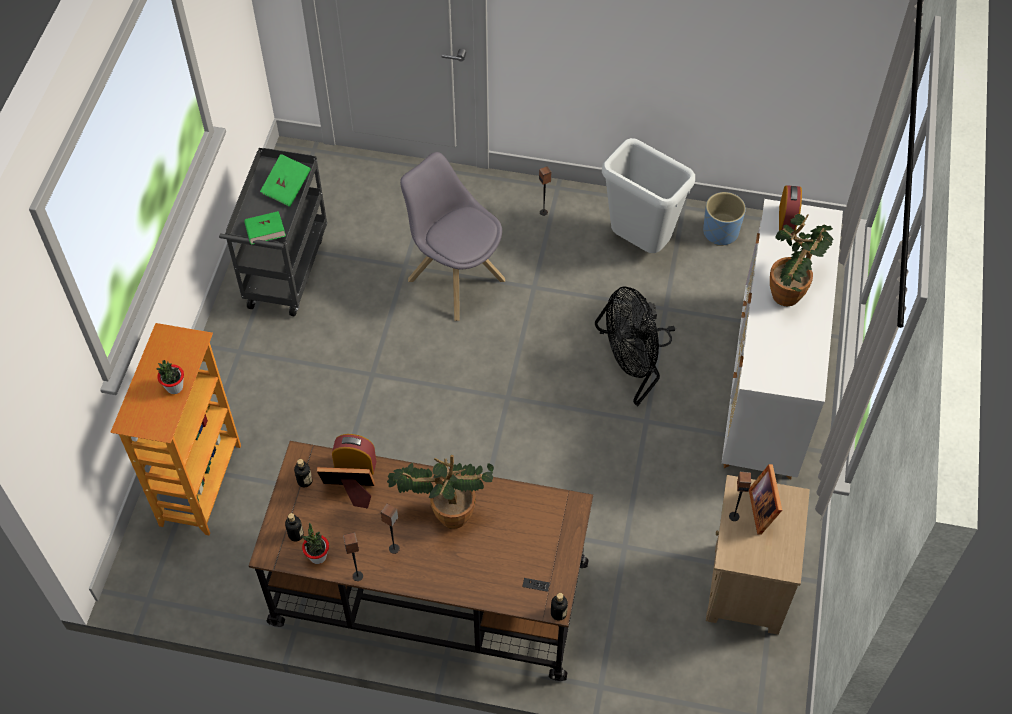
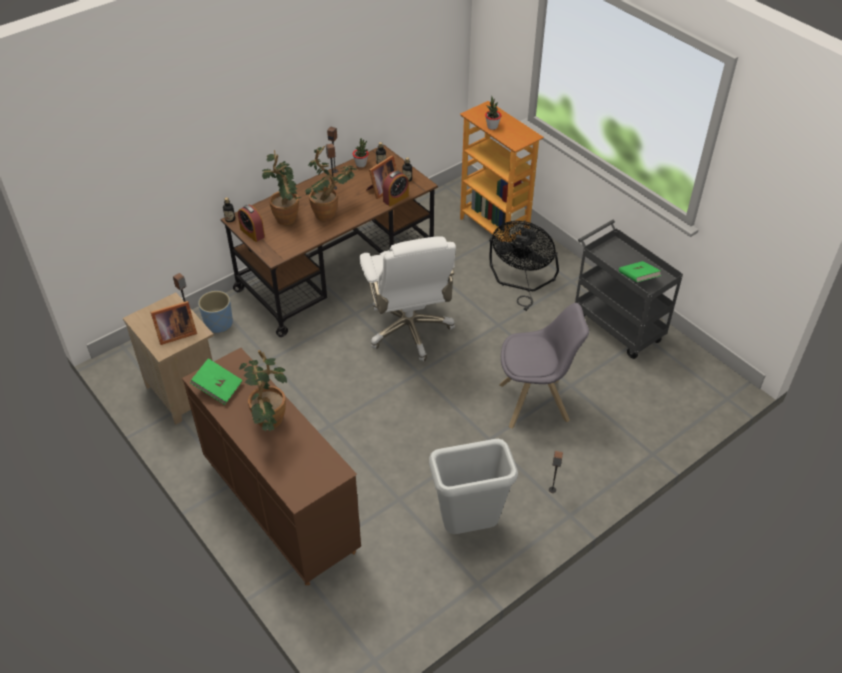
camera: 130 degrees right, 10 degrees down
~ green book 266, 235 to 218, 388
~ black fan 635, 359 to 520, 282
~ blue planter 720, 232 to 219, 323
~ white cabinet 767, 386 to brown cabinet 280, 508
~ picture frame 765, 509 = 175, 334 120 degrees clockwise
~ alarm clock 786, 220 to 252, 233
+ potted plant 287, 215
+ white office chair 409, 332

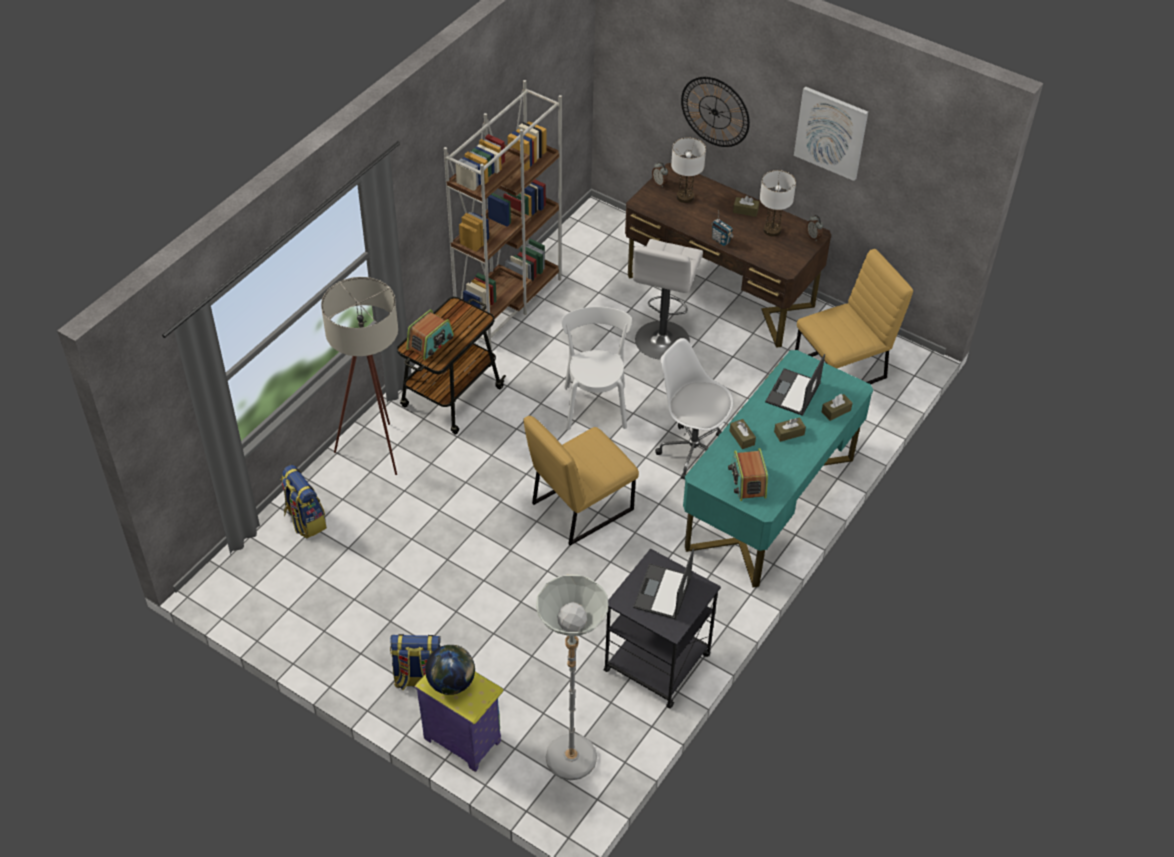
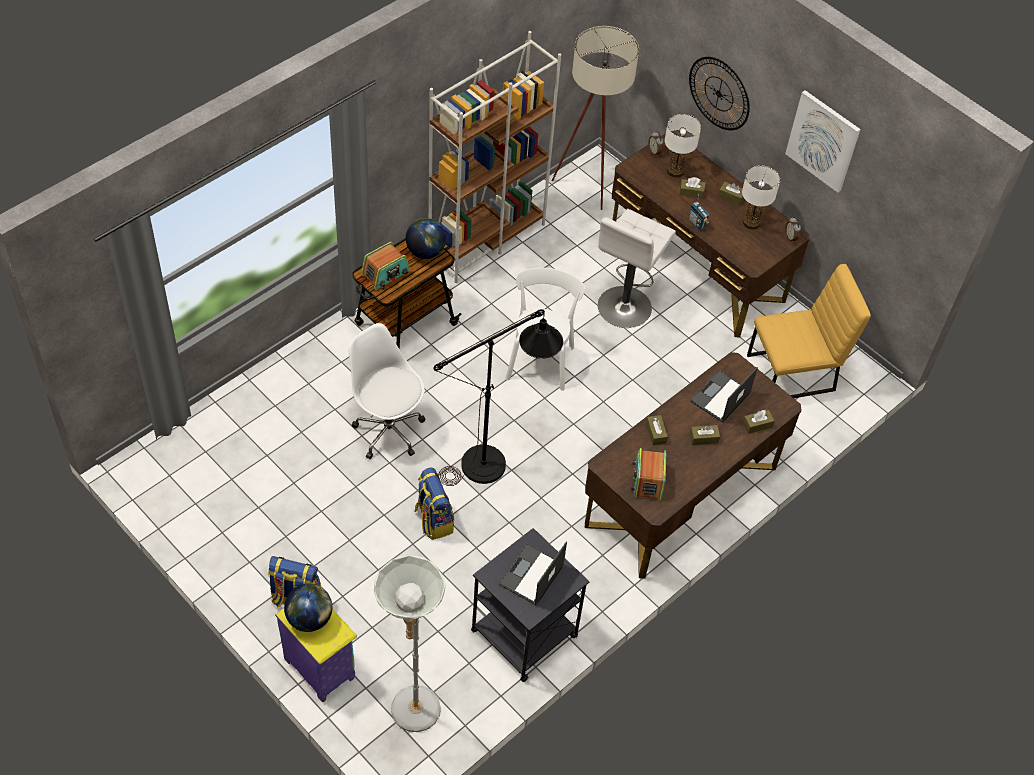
camera: 10 degrees right, 5 degrees up
~ backpack 304, 520 to 433, 520
~ beige floor lamp 377, 455 to 588, 191
~ yellow chair 579, 507 to black floor lamp 495, 461
~ white office chair 691, 451 to 387, 431
~ turquoise desk 770, 502 to brown desk 681, 495
+ globe 425, 252
+ brown tissue box 691, 192

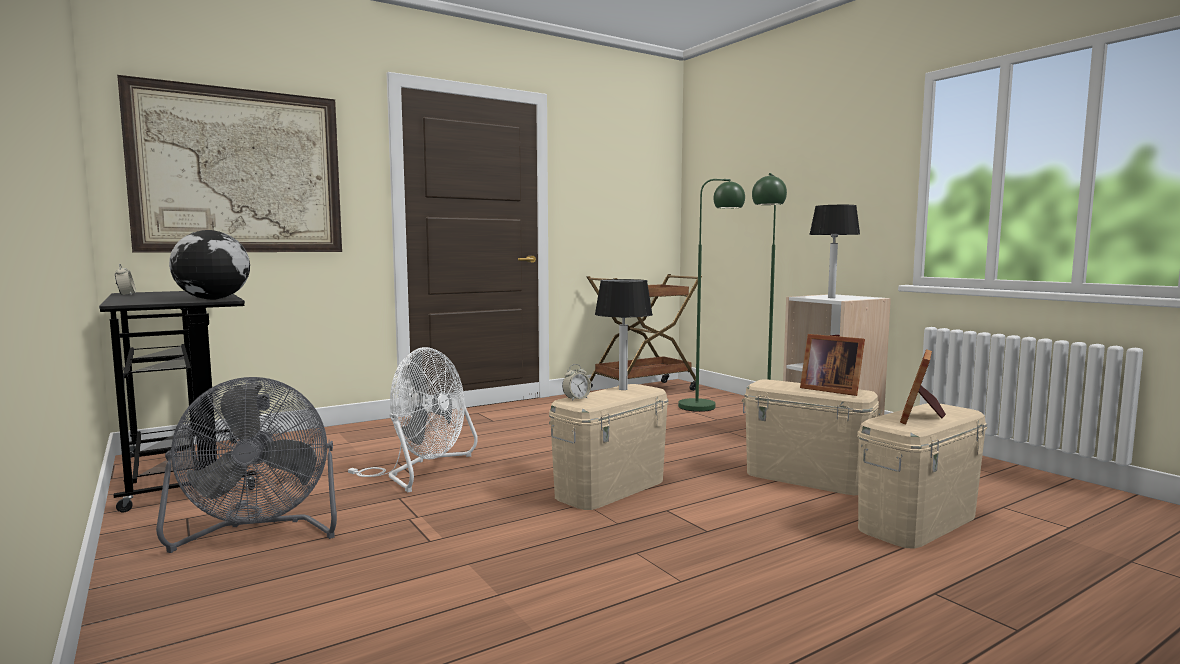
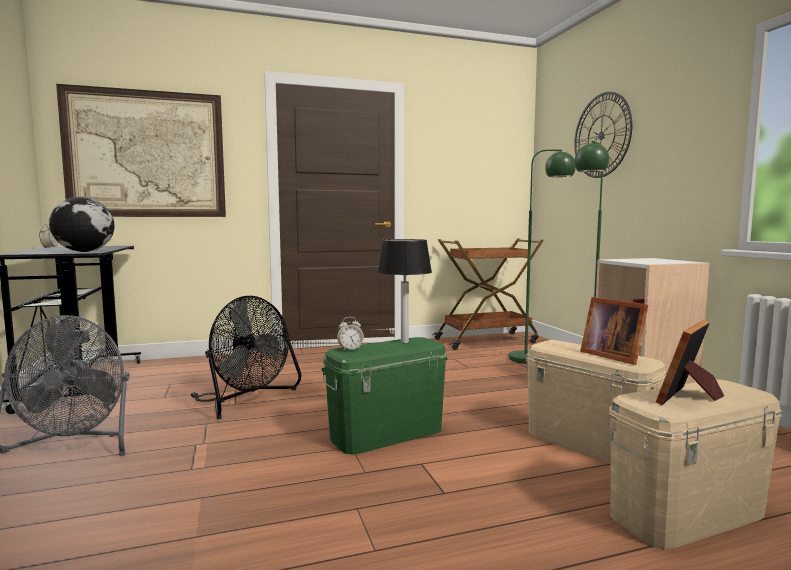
camera: 15 degrees right, 0 degrees up
~ white fan 418, 471 to black fan 243, 400
~ beige storage box 610, 488 to green storage box 386, 433
- table lamp 831, 297
+ wall clock 601, 135

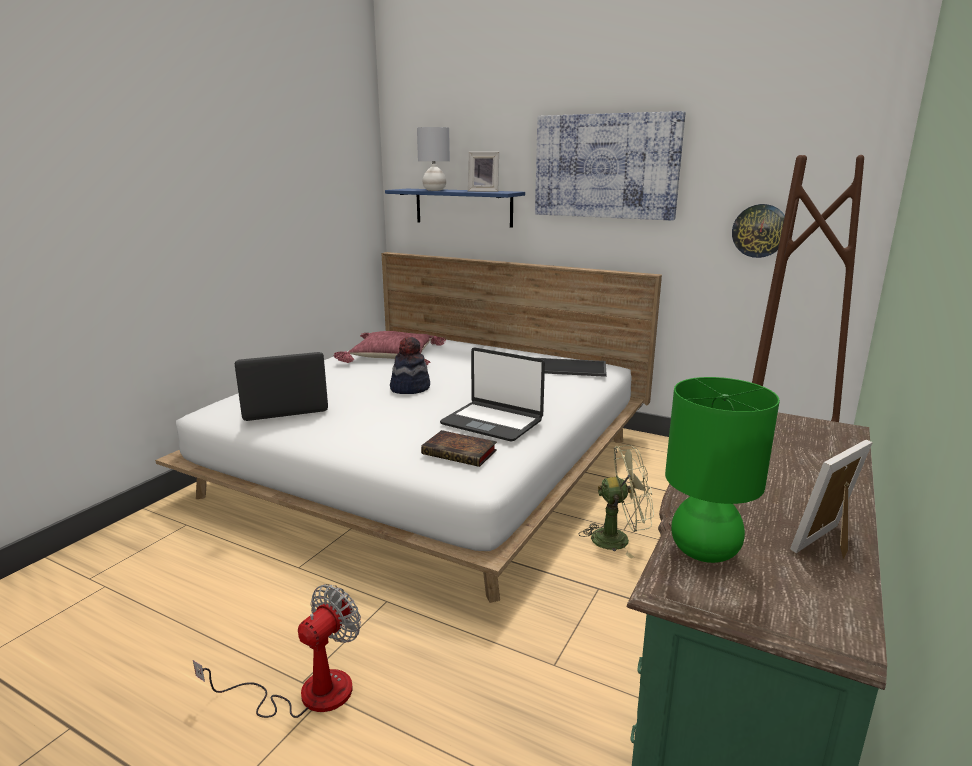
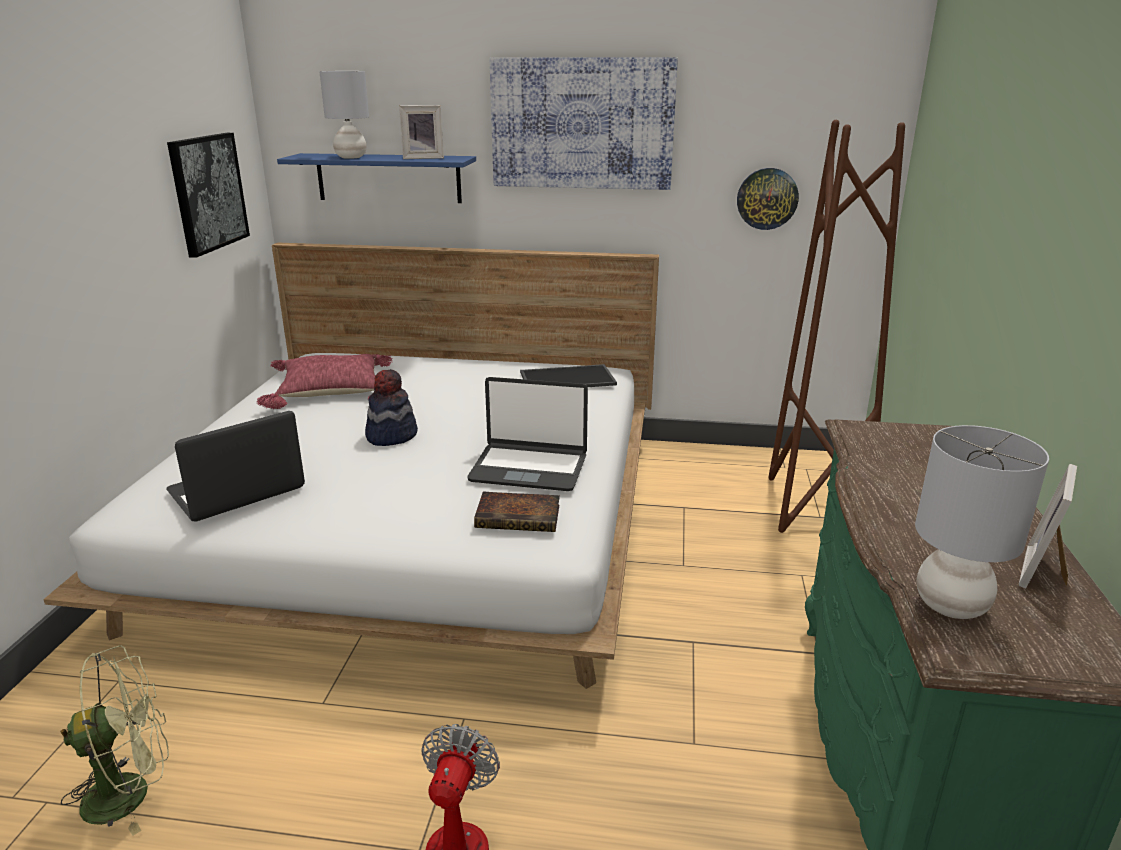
camera: 20 degrees left, 5 degrees up
~ green fan 618, 538 to 131, 792
~ green table lamp 703, 550 to grey table lamp 949, 605
+ picture 208, 193

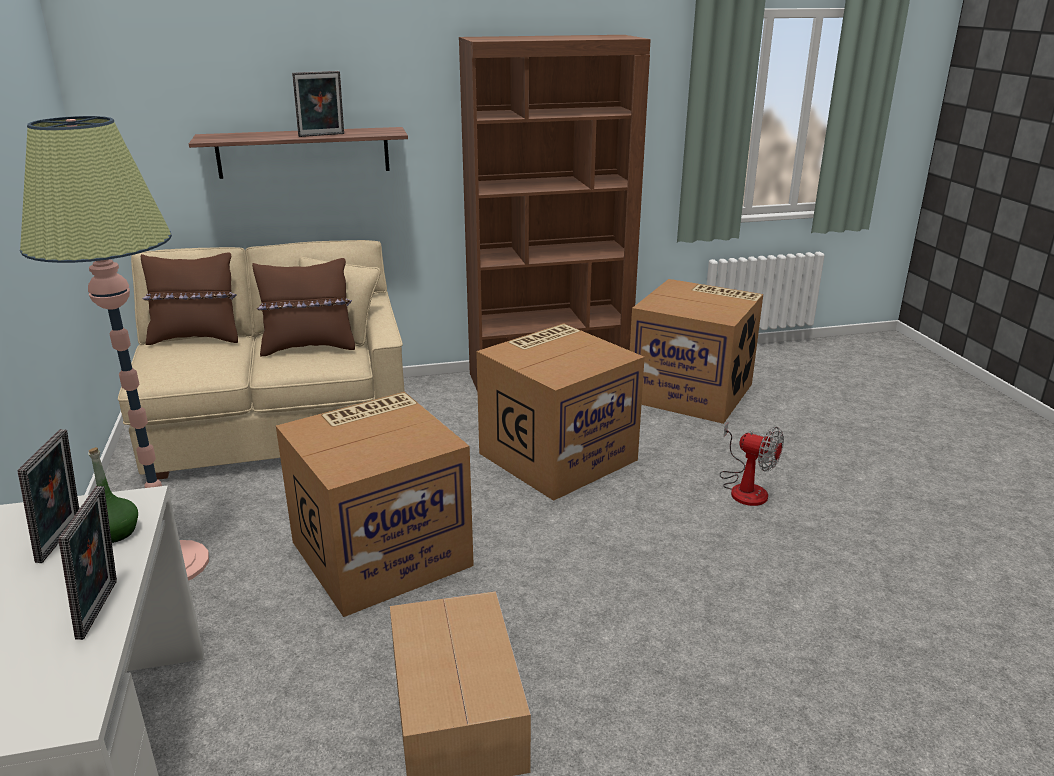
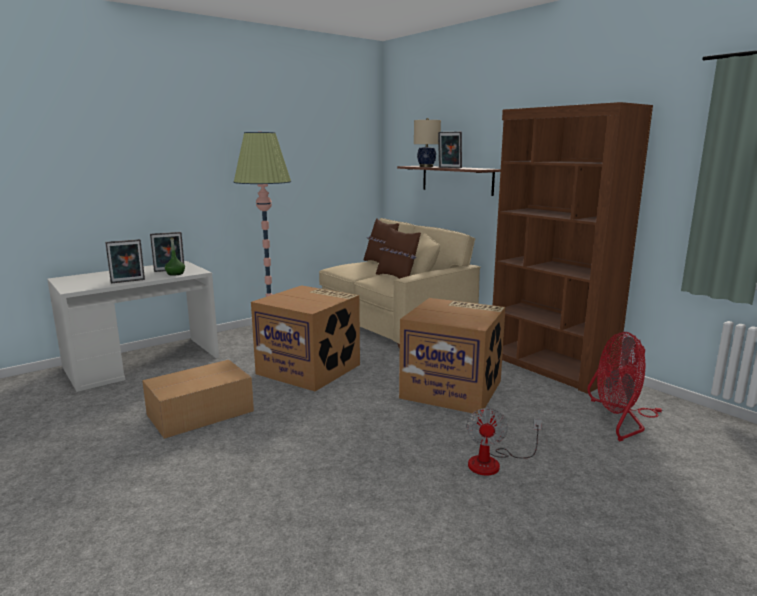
camera: 65 degrees right, 10 degrees down
~ cardboard box 692, 392 to red fan 621, 418
+ beige table lamp 426, 166

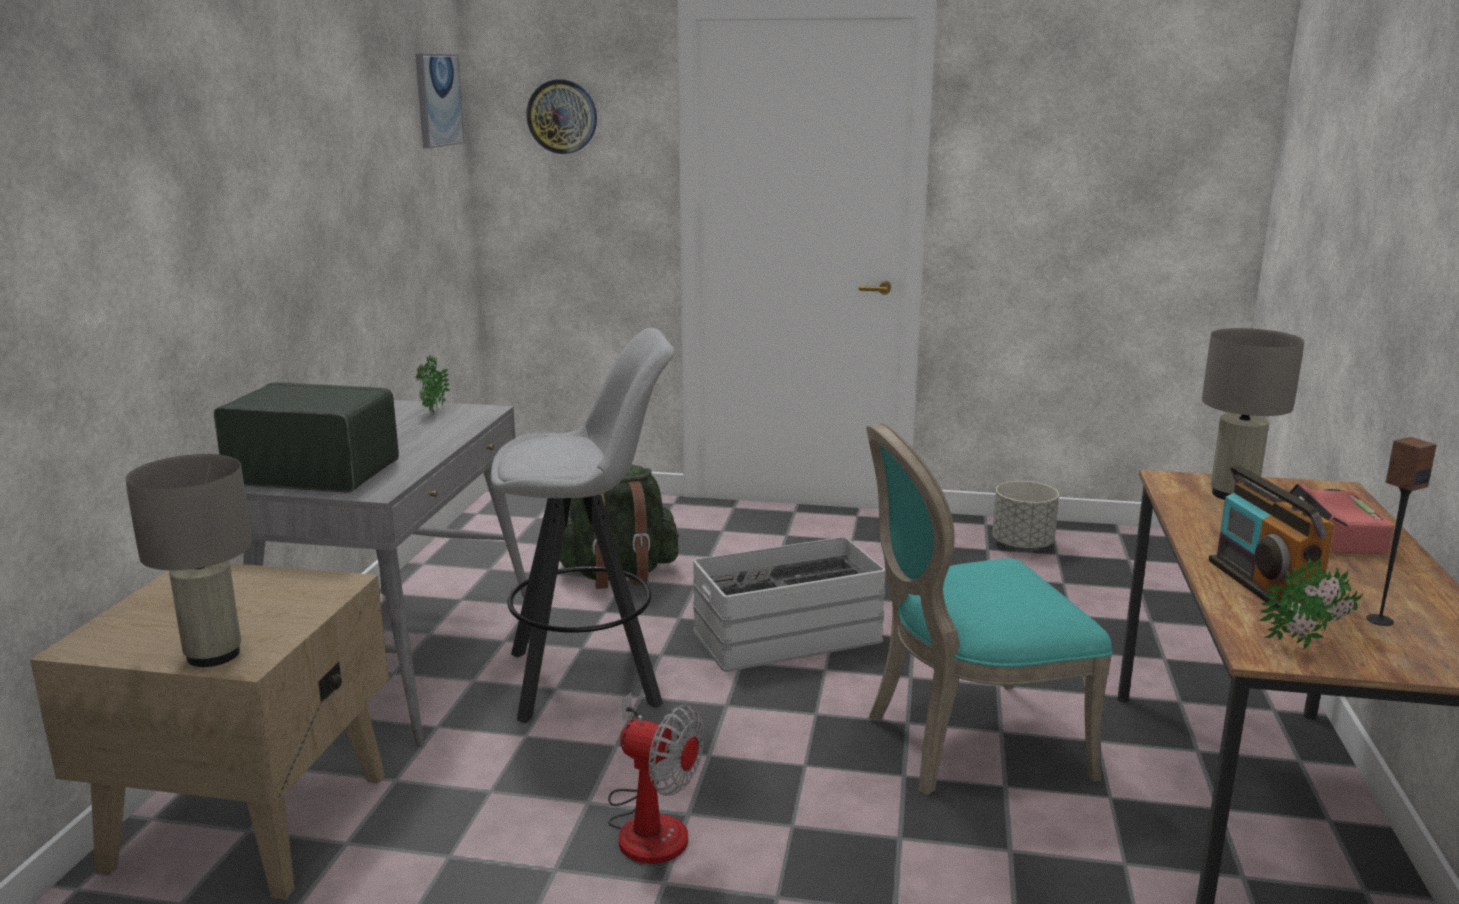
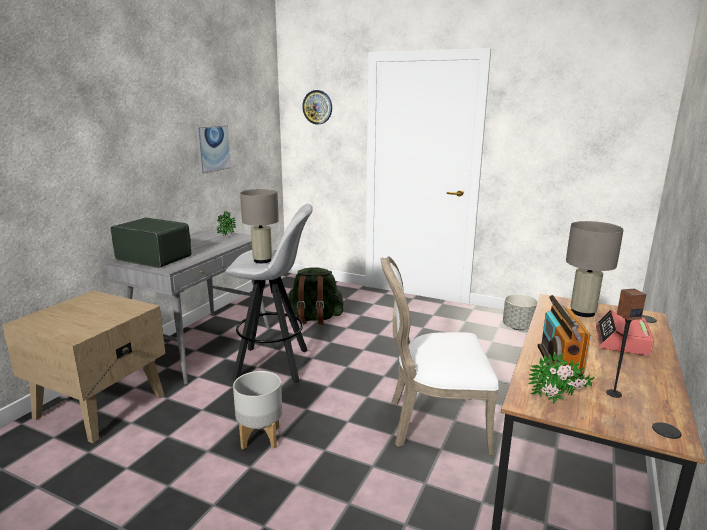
camera: 15 degrees right, 0 degrees up
~ grey table lamp 213, 654 to 262, 260
~ picture 438, 100 to 213, 148
~ fan 650, 823 to grey planter 260, 437
- grey storage box 787, 636
~ turquoise chair 966, 742 to white chair 433, 423

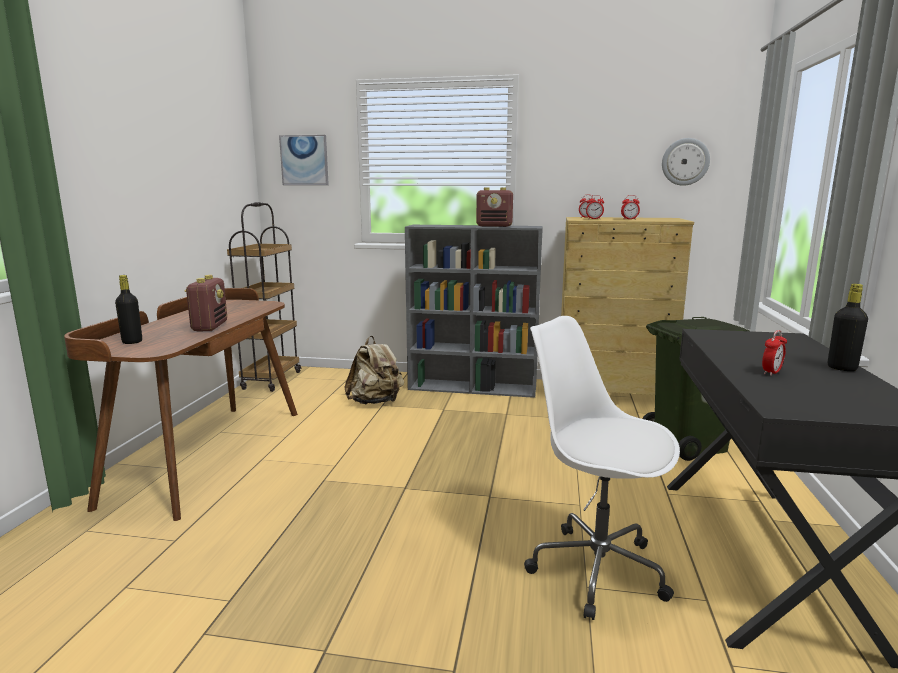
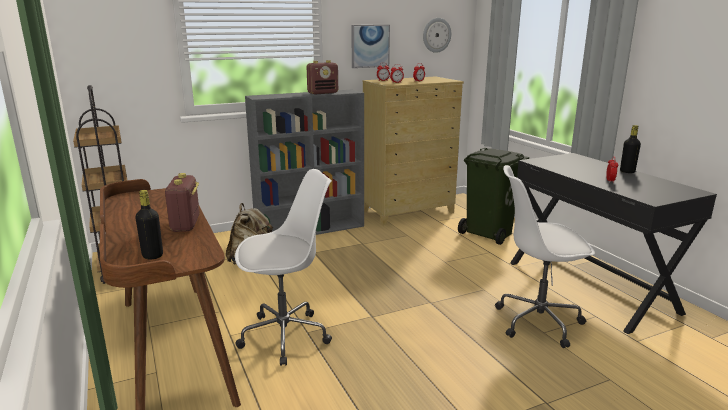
camera: 35 degrees left, 5 degrees up
~ radio 210, 327 = 185, 225 150 degrees counterclockwise
~ picture 304, 160 to 370, 46
+ white office chair 287, 336

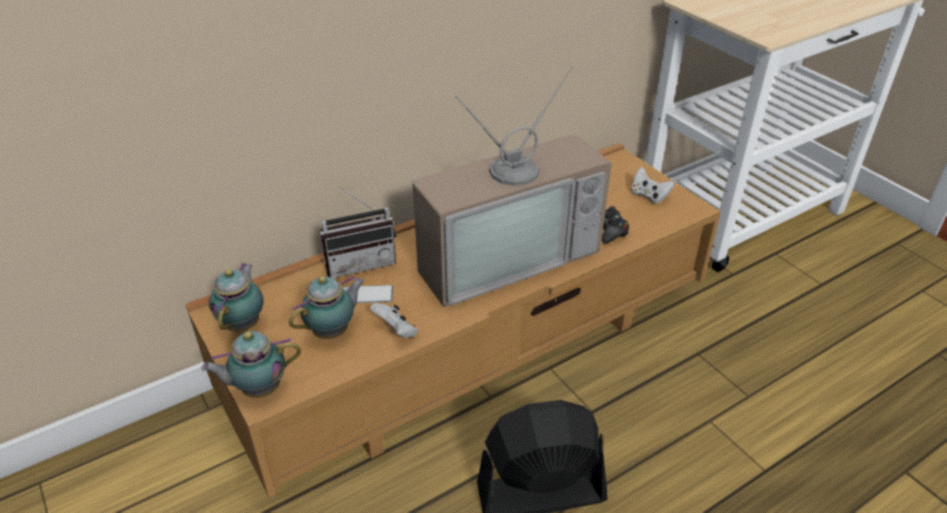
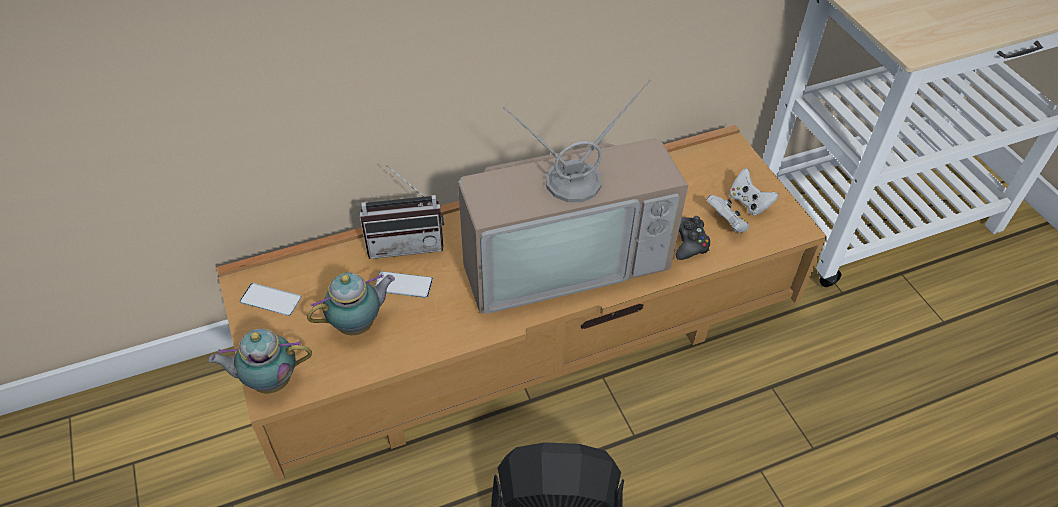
camera: 10 degrees right, 10 degrees up
~ teapot 244, 323 to phone 270, 299
~ white game controller 396, 331 to 726, 224

